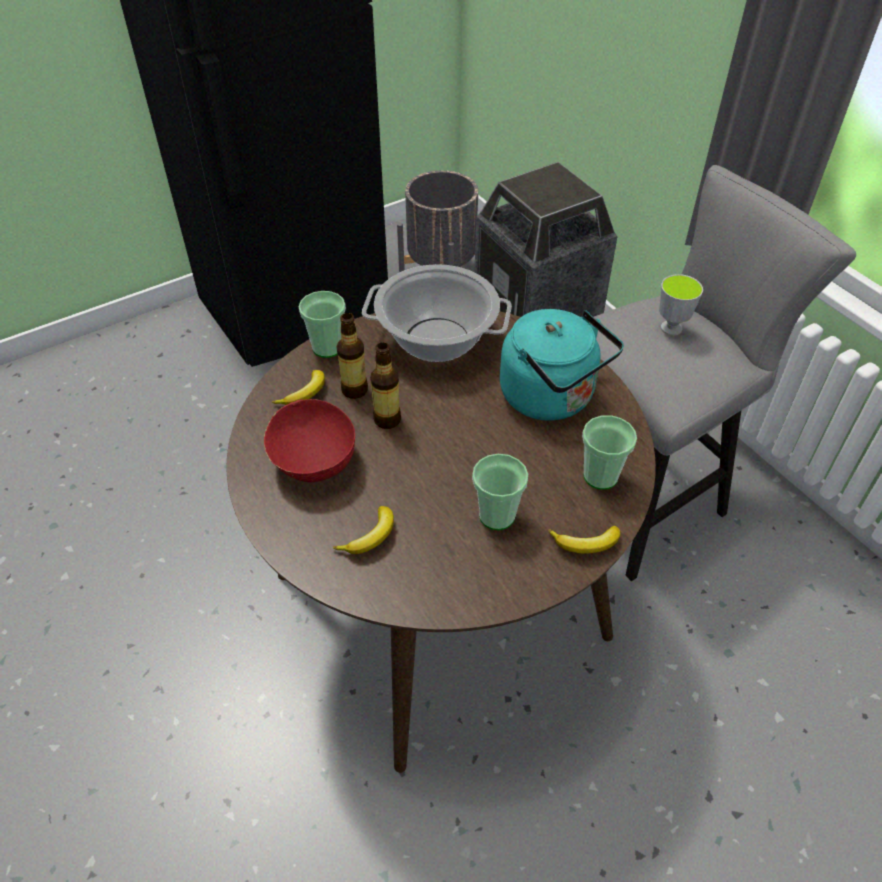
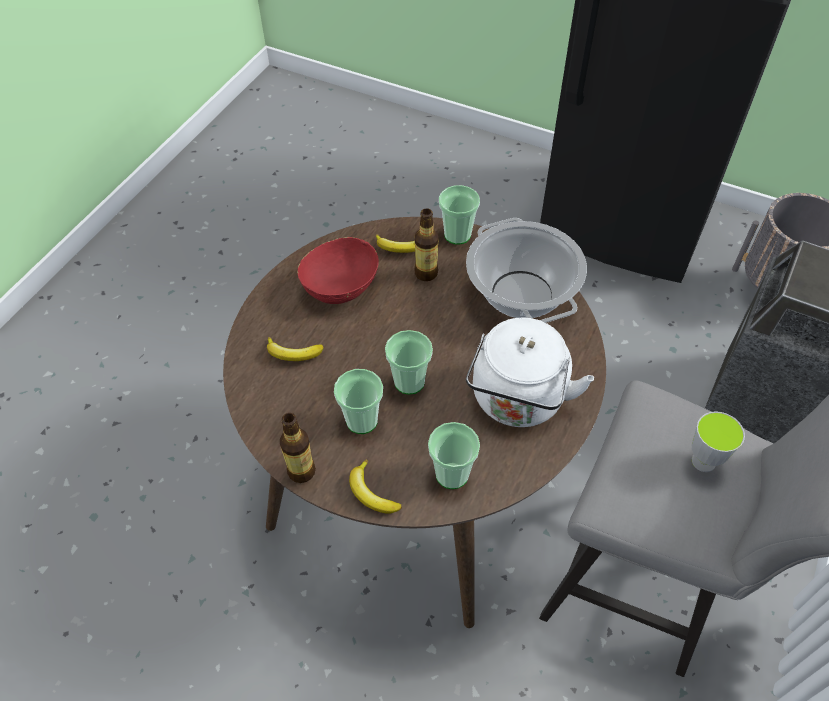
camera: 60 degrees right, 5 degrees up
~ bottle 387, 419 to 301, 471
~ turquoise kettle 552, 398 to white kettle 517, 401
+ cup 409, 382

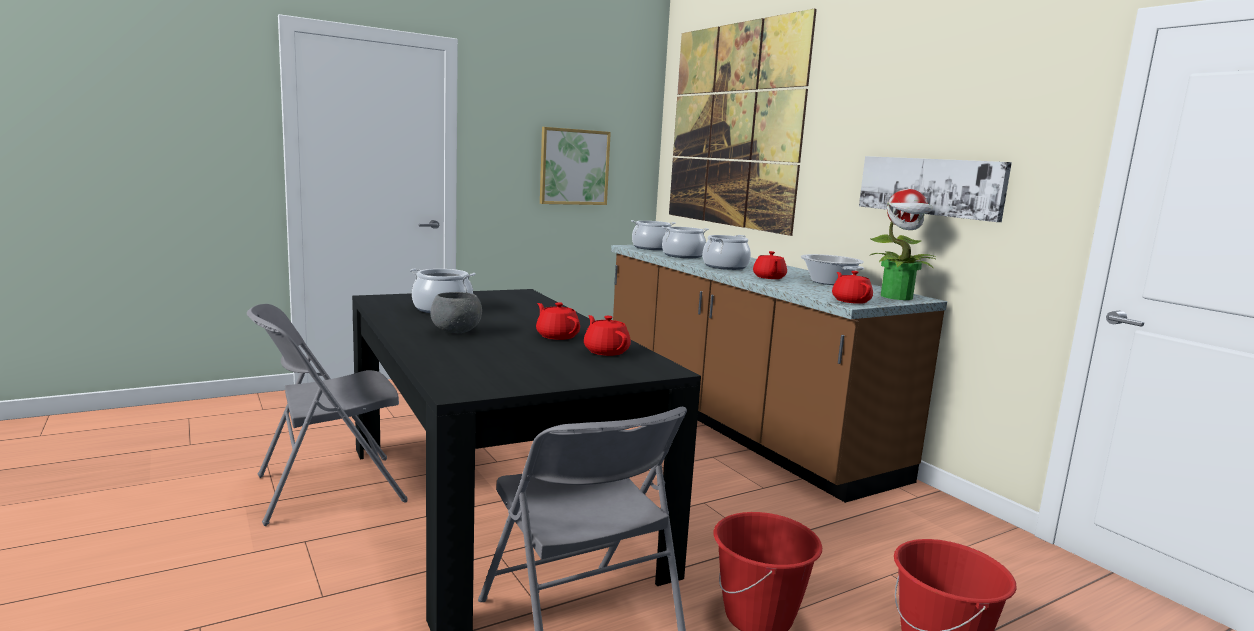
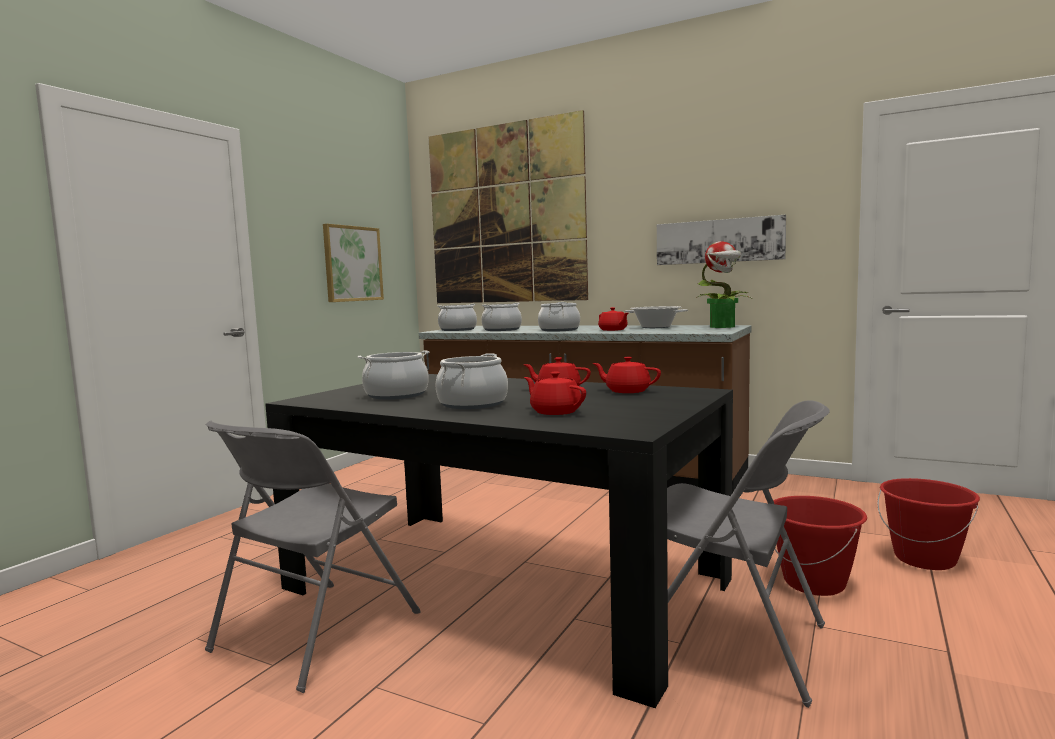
camera: 30 degrees left, 5 degrees down
~ grey bowl 456, 332 to cooking pot 473, 404
~ red teapot 850, 301 to 555, 412

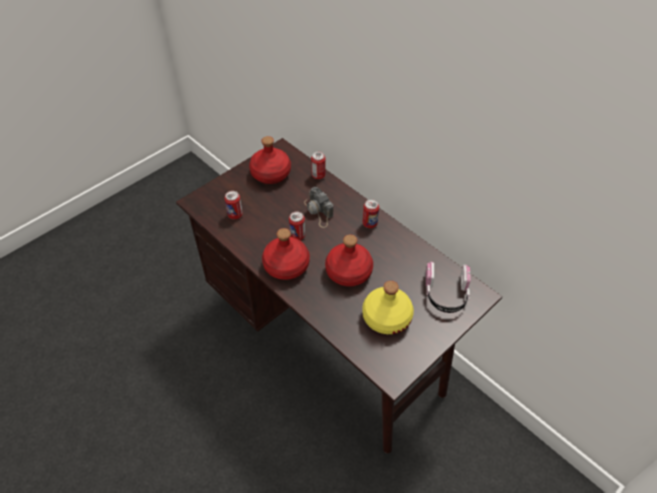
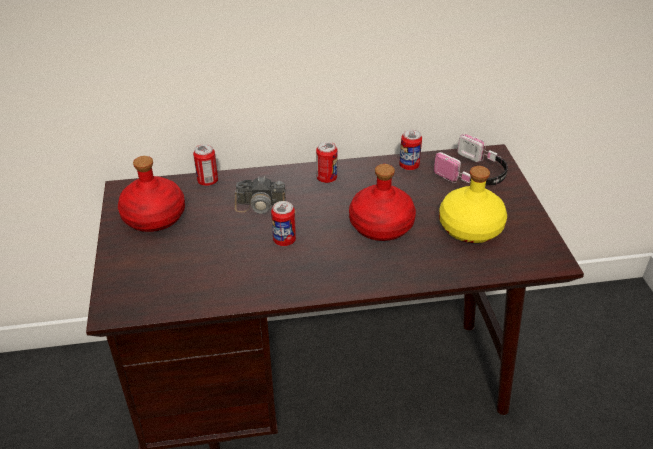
camera: 55 degrees left, 10 degrees down
~ can 235, 215 to 409, 166
- red bottle 286, 265

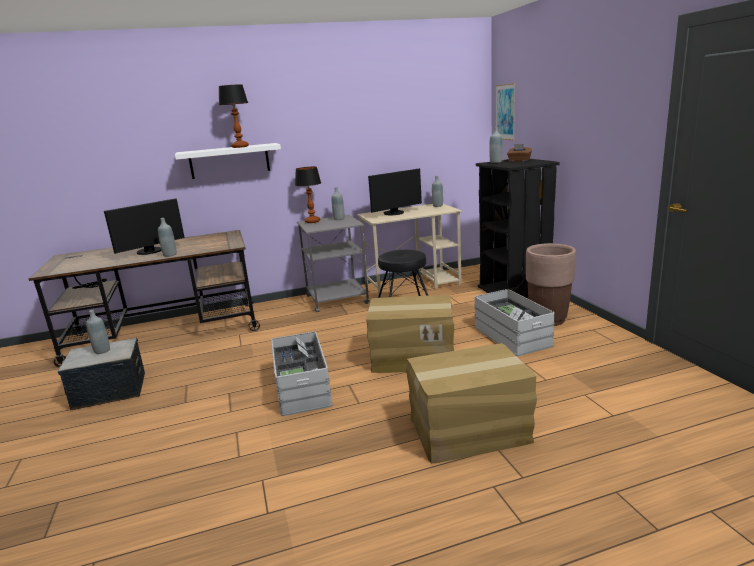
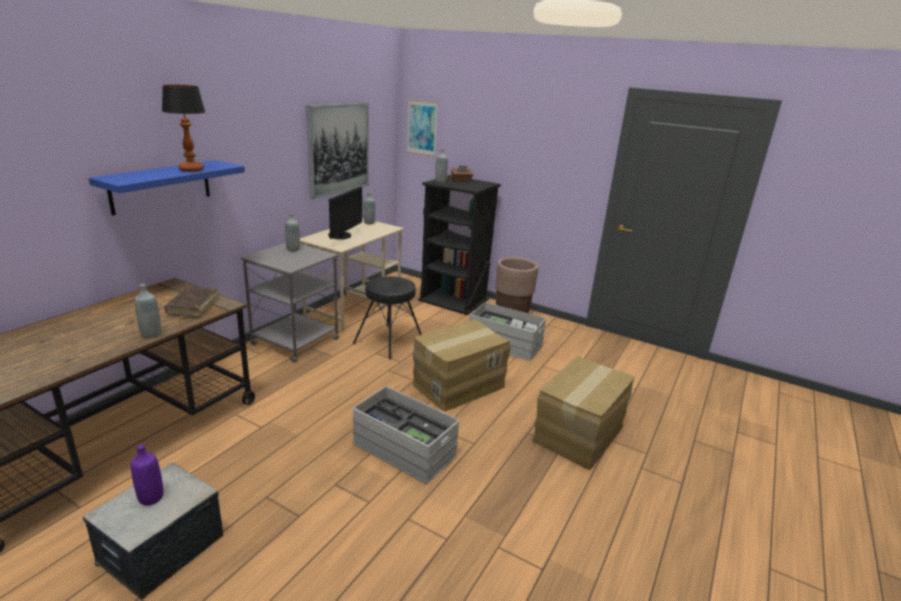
camera: 45 degrees left, 5 degrees up
~ grey bottle 102, 351 to purple bottle 151, 498
- monitor 150, 251
~ white shelf 229, 161 to blue shelf 161, 186
- table lamp 312, 221
+ brown book 193, 307
+ picture 338, 148

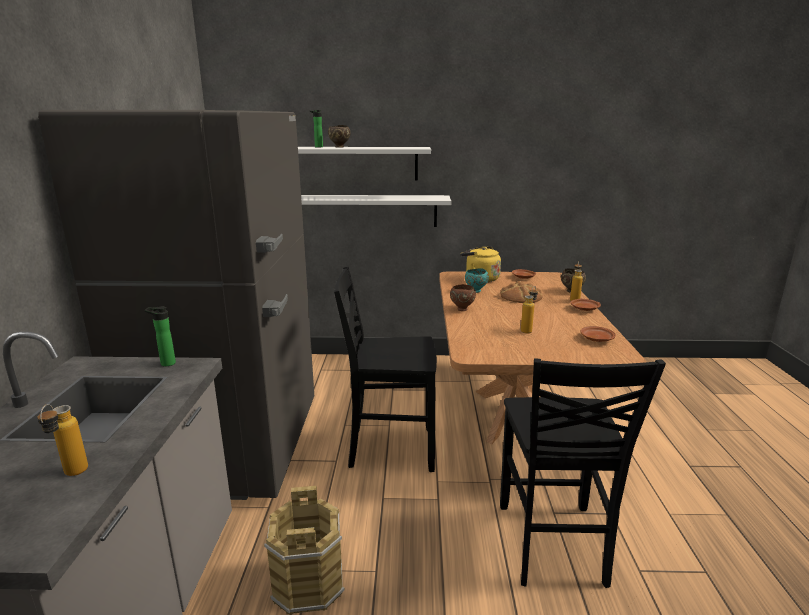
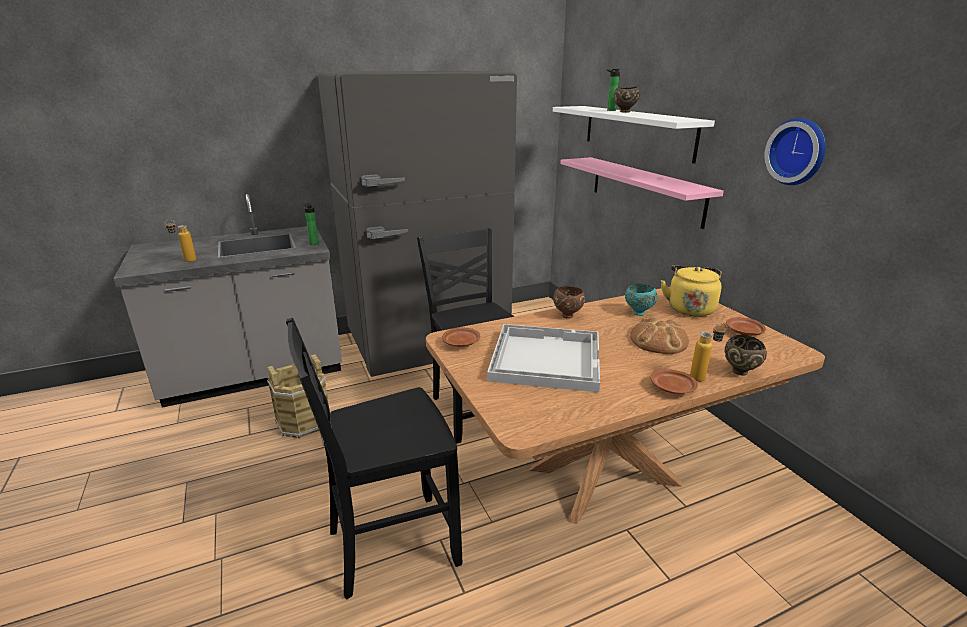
camera: 65 degrees right, 5 degrees up
~ white shelf 365, 210 to pink shelf 645, 189
~ bottle 528, 330 to white tray 545, 358
~ brown plate 596, 339 to 461, 343
+ wall clock 798, 151

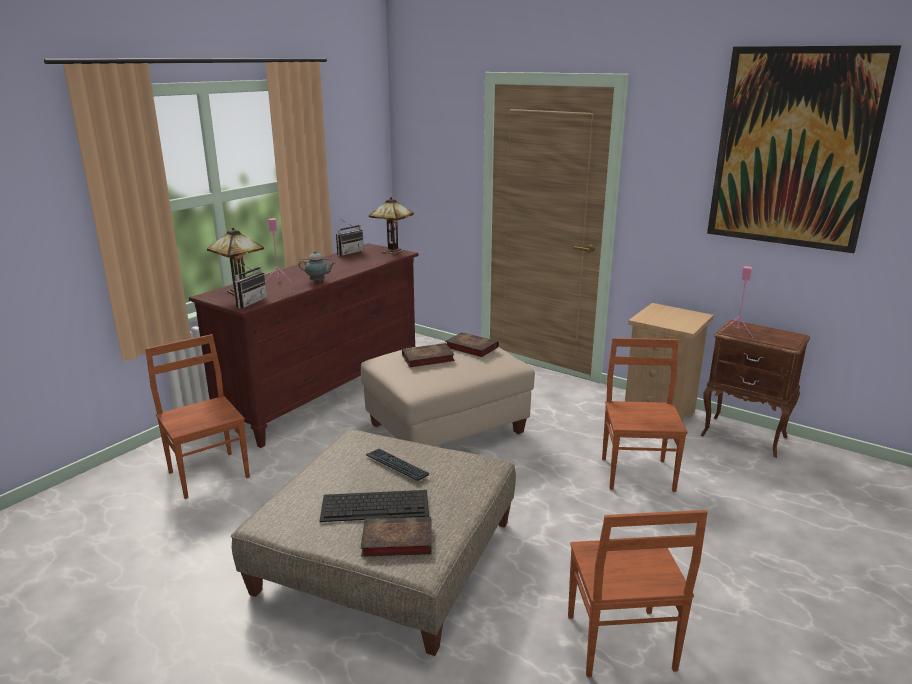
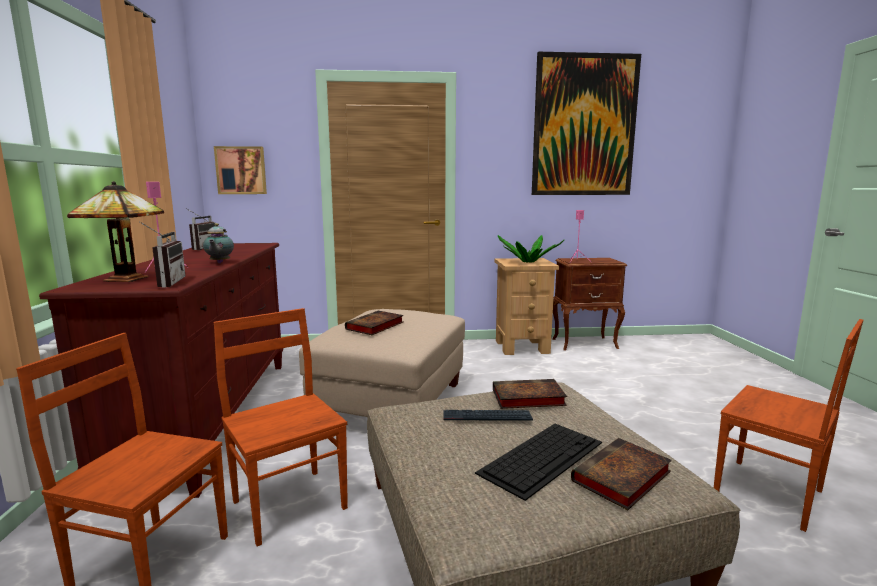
camera: 40 degrees left, 10 degrees down
~ teapot 318, 281 = 219, 263 120 degrees clockwise
- table lamp 391, 251
~ book 470, 347 to 526, 398
~ brown chair 638, 473 to 290, 503
+ picture 241, 170
+ potted plant 528, 262

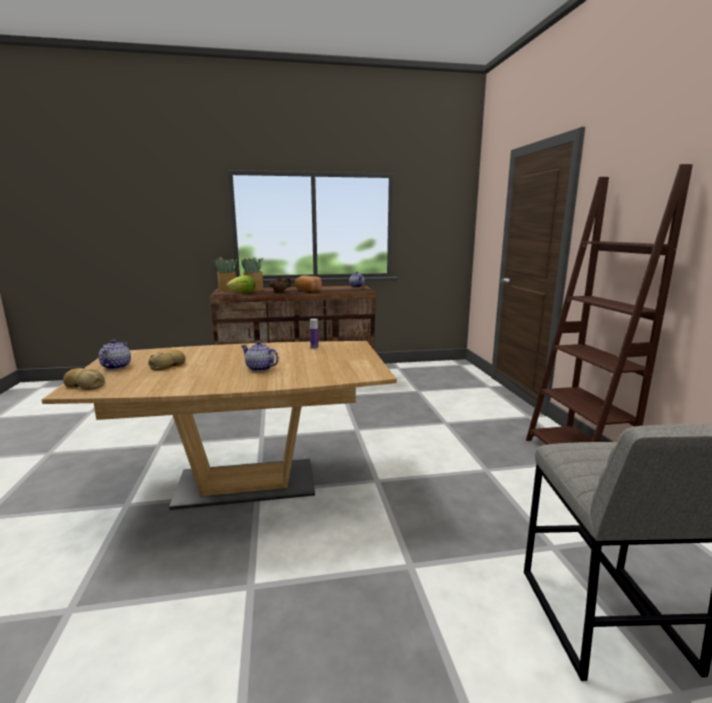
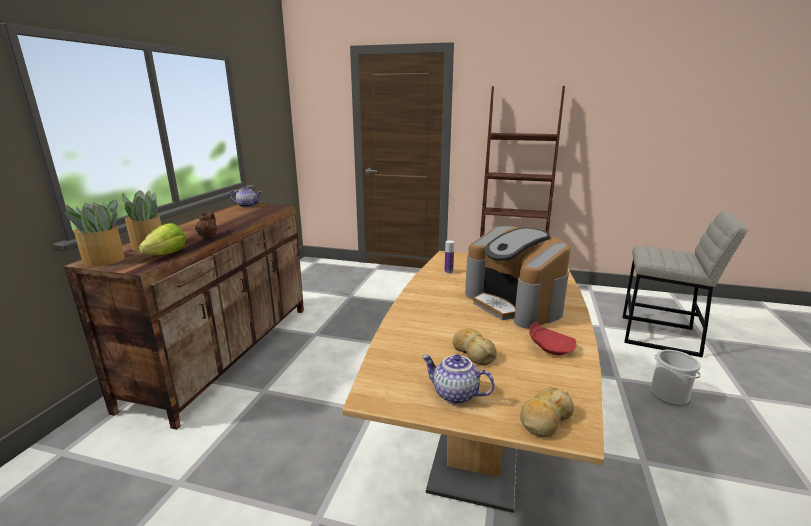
camera: 65 degrees left, 5 degrees up
~ teapot 259, 368 to coffee machine 514, 303
- bread 307, 290
+ red plate 550, 347
+ bucket 669, 395

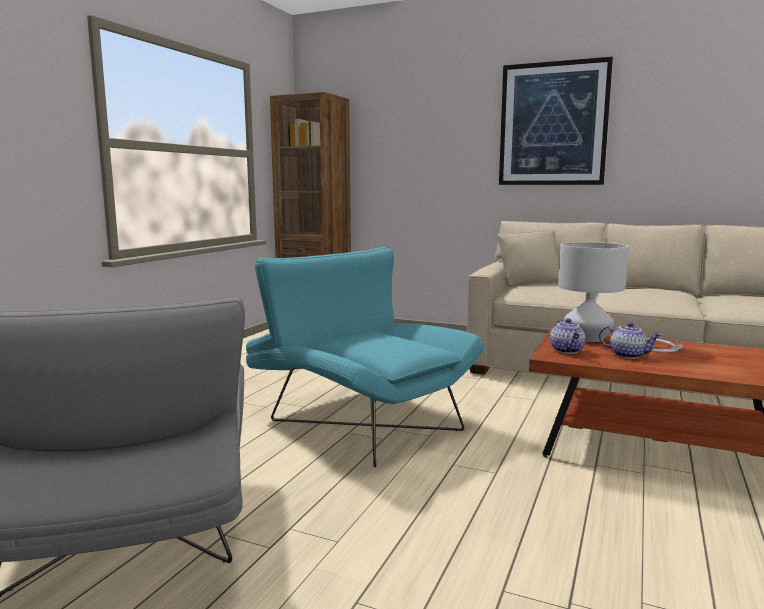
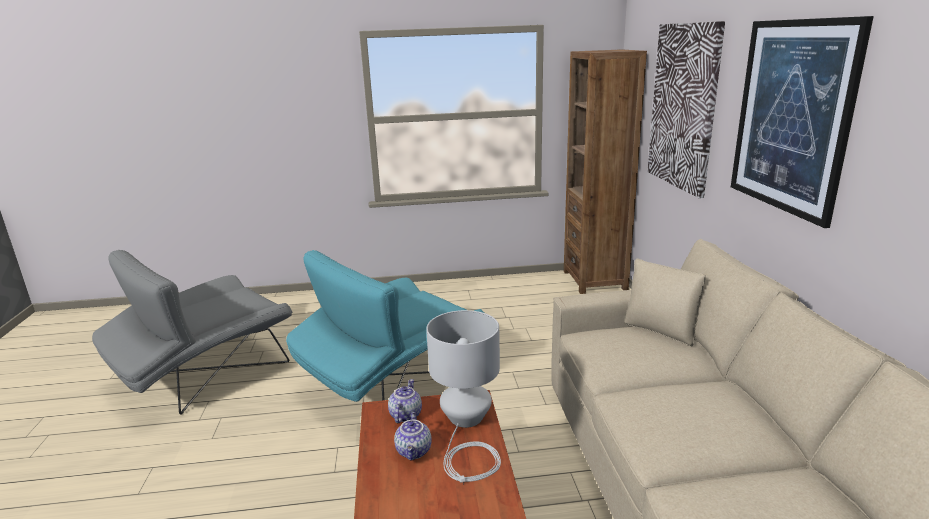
camera: 60 degrees right, 10 degrees up
~ turquoise armchair 358, 420 = 390, 381 150 degrees counterclockwise
~ teapot 567, 351 = 405, 415 135 degrees clockwise
+ picture 683, 107

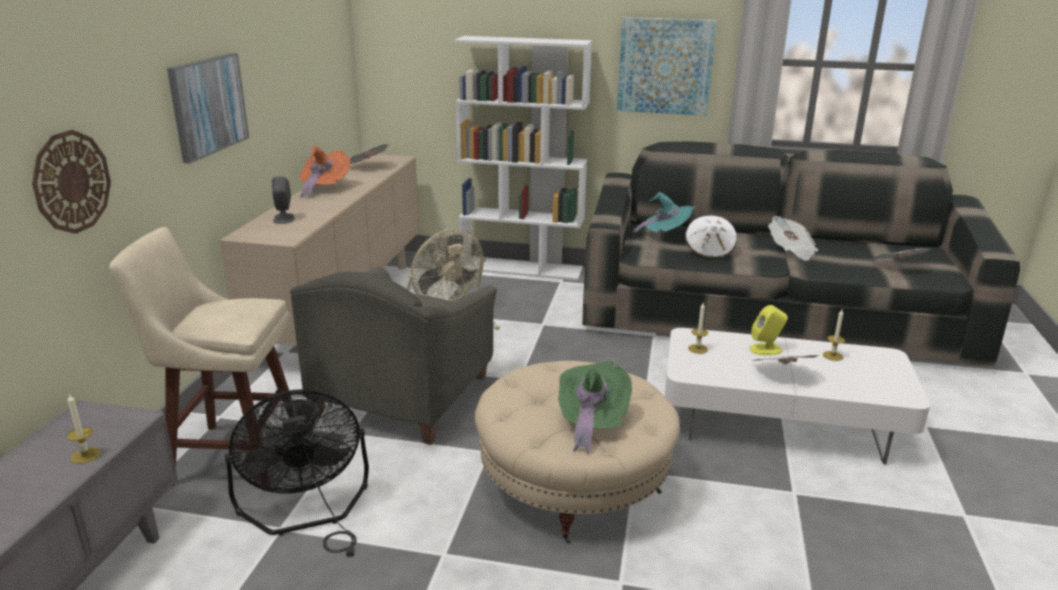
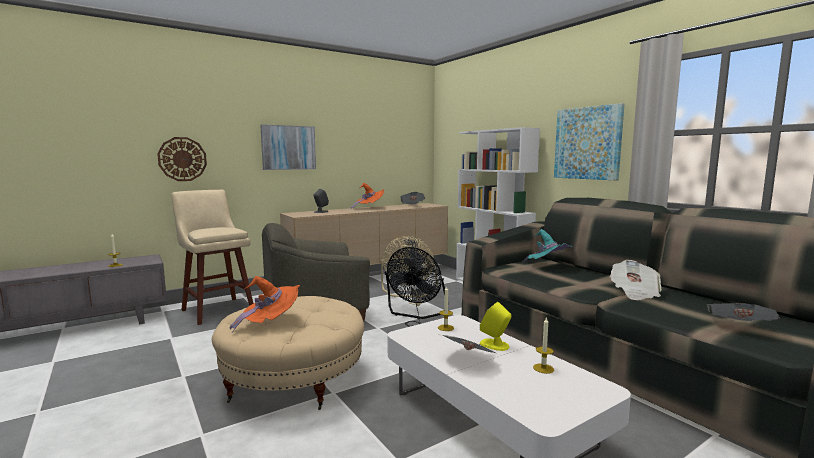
camera: 45 degrees right, 15 degrees down
~ black fan 311, 515 to 413, 314
~ green hat 591, 423 to orange hat 270, 323
- white hat 709, 252

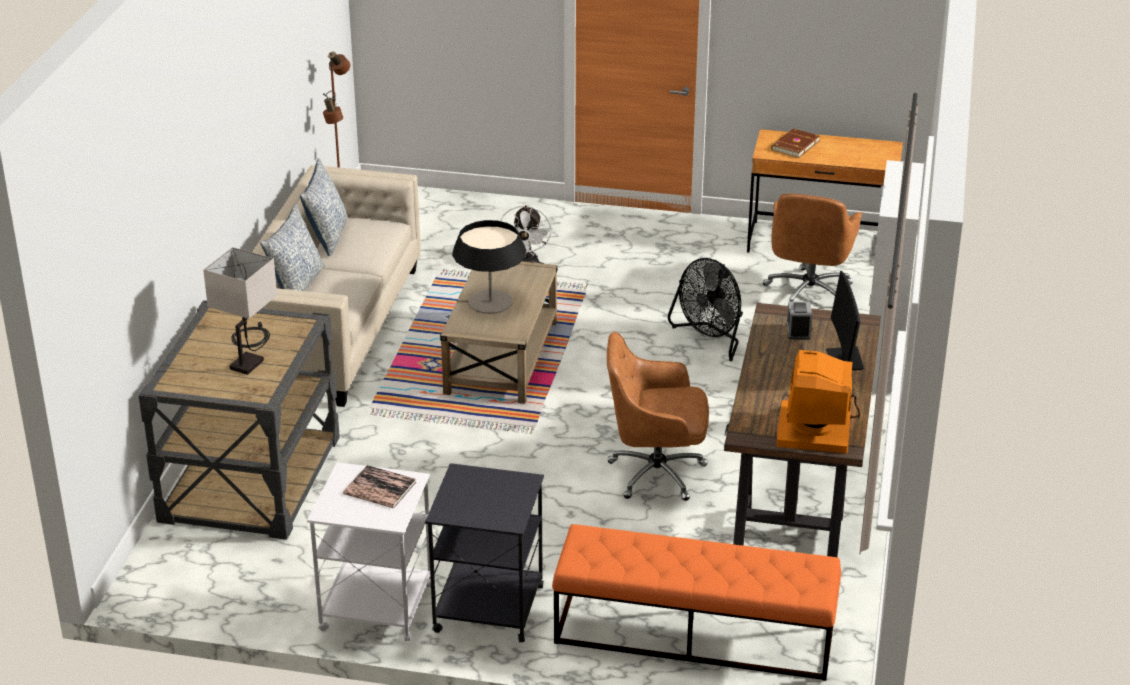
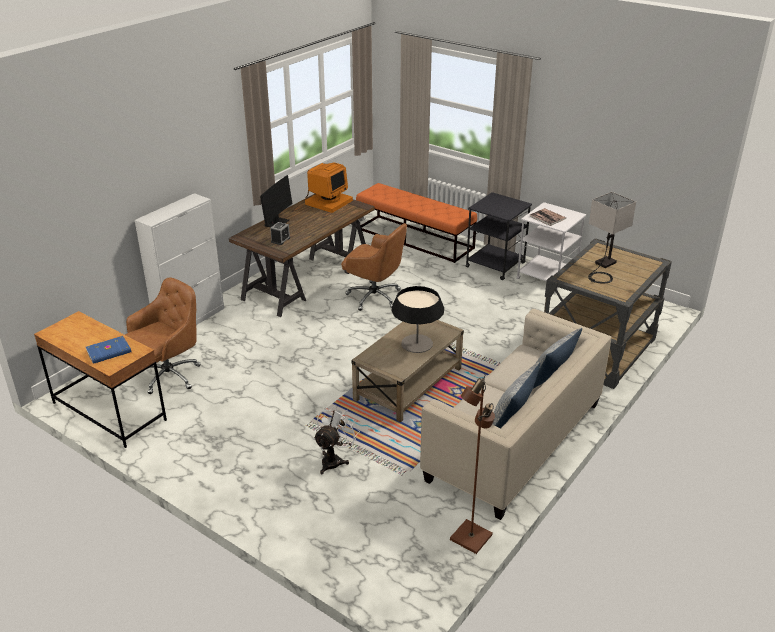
camera: 155 degrees left, 0 degrees up
- black fan 711, 336
~ brown book 794, 145 to blue book 109, 352

